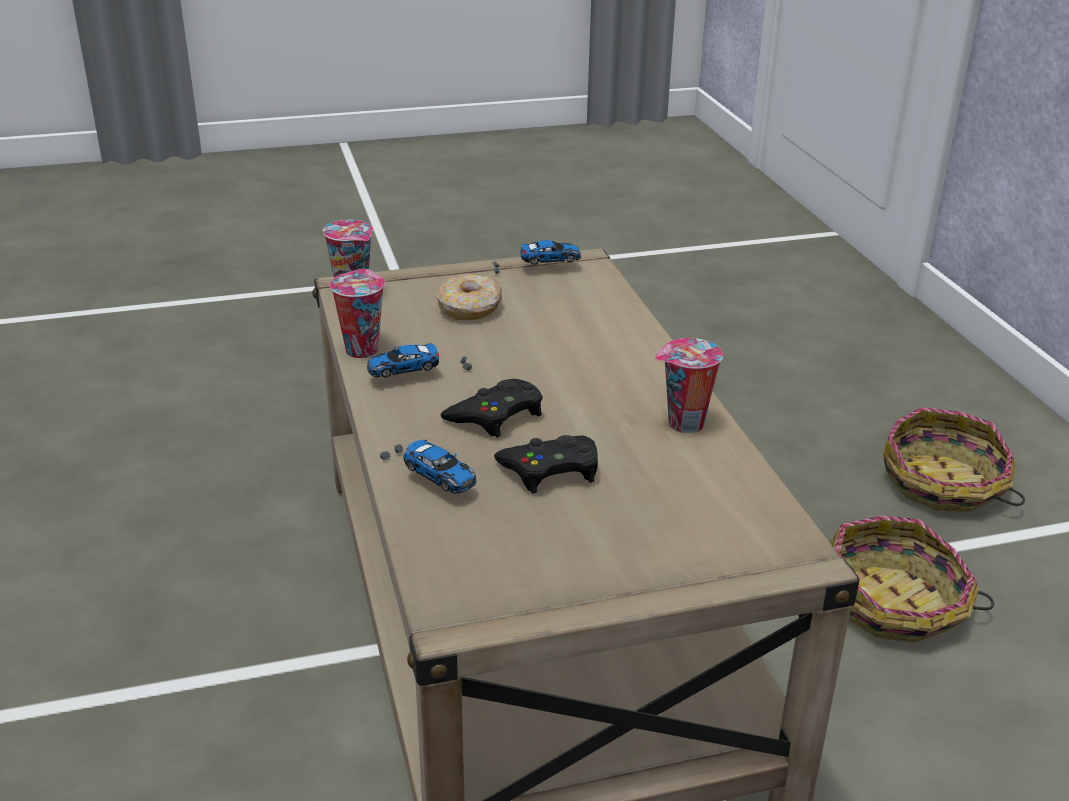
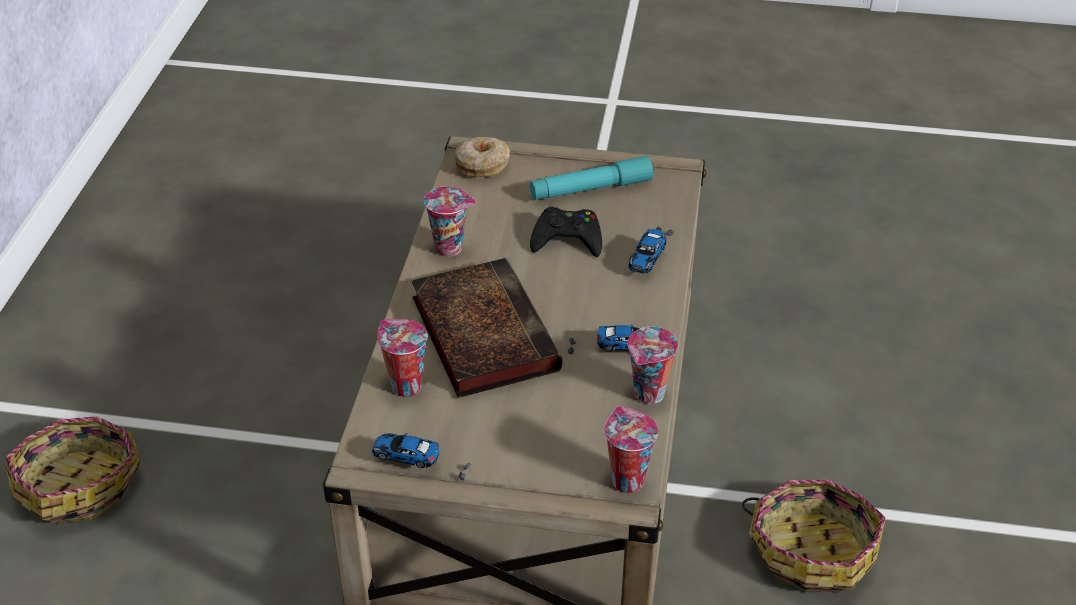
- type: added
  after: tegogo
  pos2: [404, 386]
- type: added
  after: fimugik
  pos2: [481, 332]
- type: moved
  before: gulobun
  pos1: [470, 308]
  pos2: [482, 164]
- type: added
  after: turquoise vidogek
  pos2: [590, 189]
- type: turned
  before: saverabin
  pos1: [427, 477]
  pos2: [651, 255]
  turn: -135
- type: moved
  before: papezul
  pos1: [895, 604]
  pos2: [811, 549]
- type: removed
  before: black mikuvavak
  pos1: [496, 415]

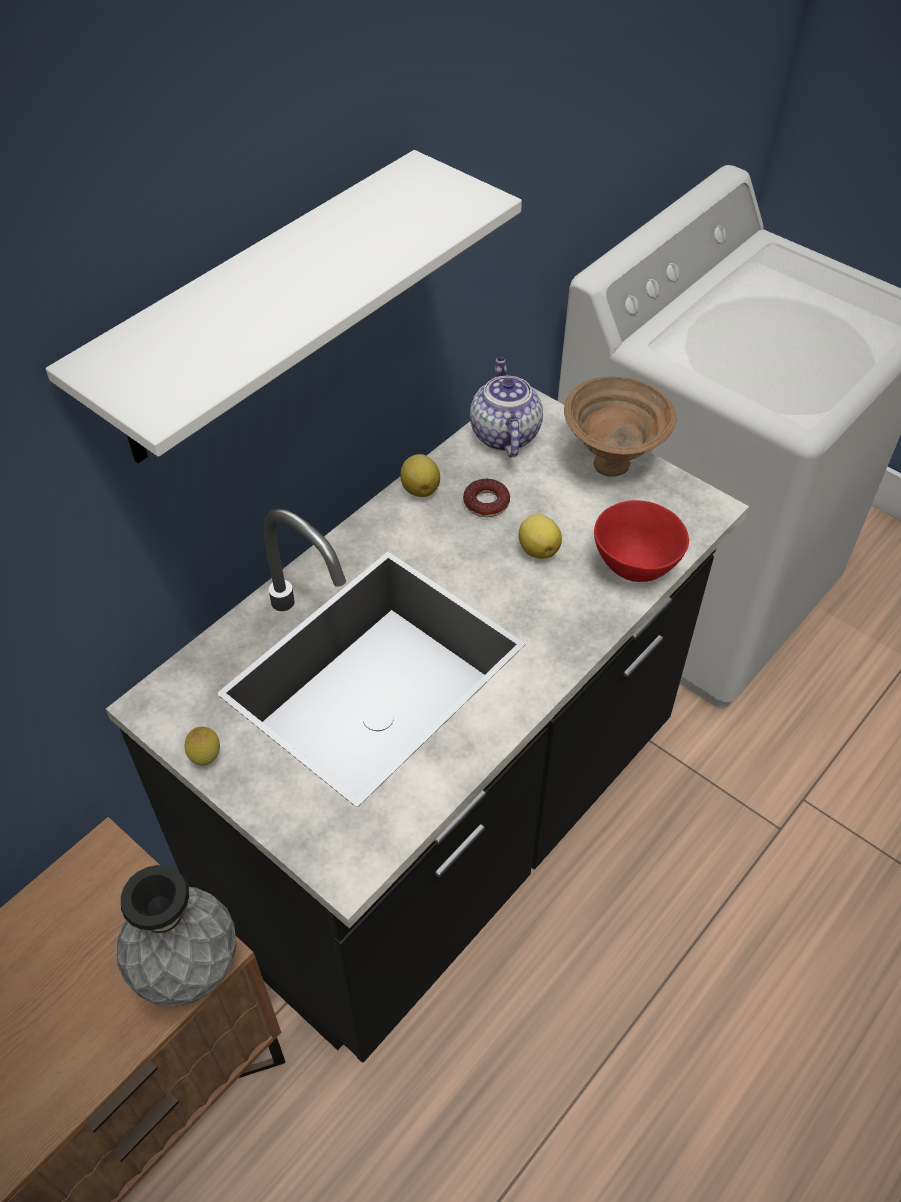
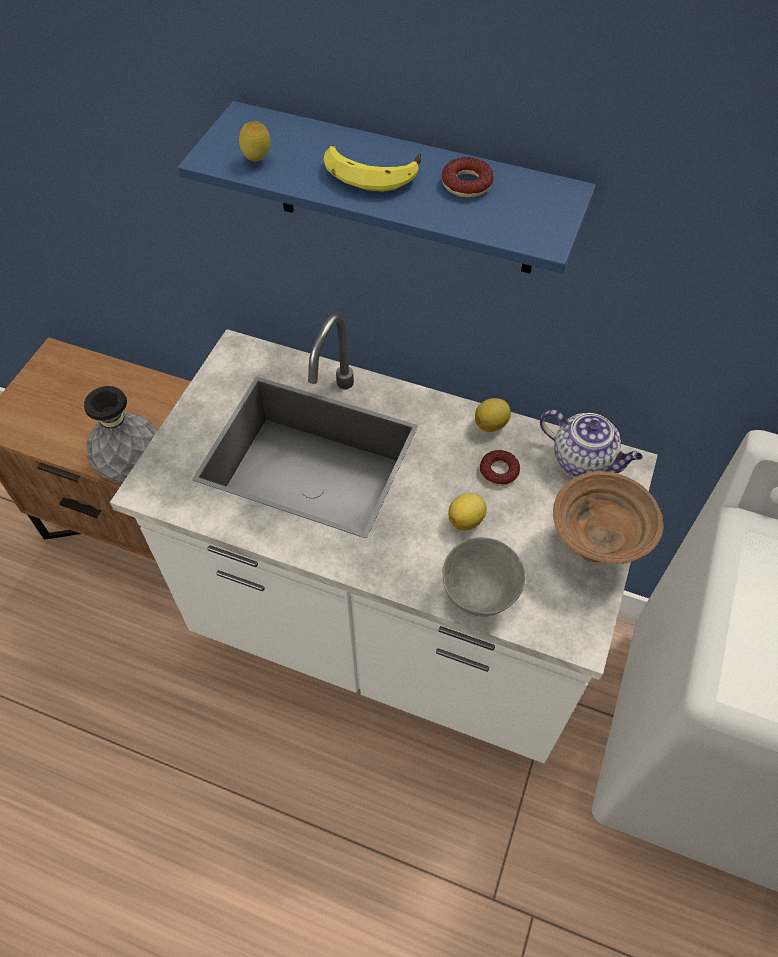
- type: recoloured
  before: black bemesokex
  after: white bemesokex
  pos1: [450, 830]
  pos2: [389, 635]
- type: recoloured
  before: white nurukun
  after: blue nurukun
  pos1: [258, 312]
  pos2: [405, 192]
- type: moved
  before: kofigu
  pos1: [206, 759]
  pos2: [257, 160]
- type: added
  after: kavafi
  pos2: [372, 172]
- type: added
  after: gulobun
  pos2: [466, 184]
- type: recoloured
  before: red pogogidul
  after: grey pogogidul
  pos1: [636, 568]
  pos2: [479, 596]
- type: turned
  before: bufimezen
  pos1: [504, 434]
  pos2: [584, 460]
  turn: 60

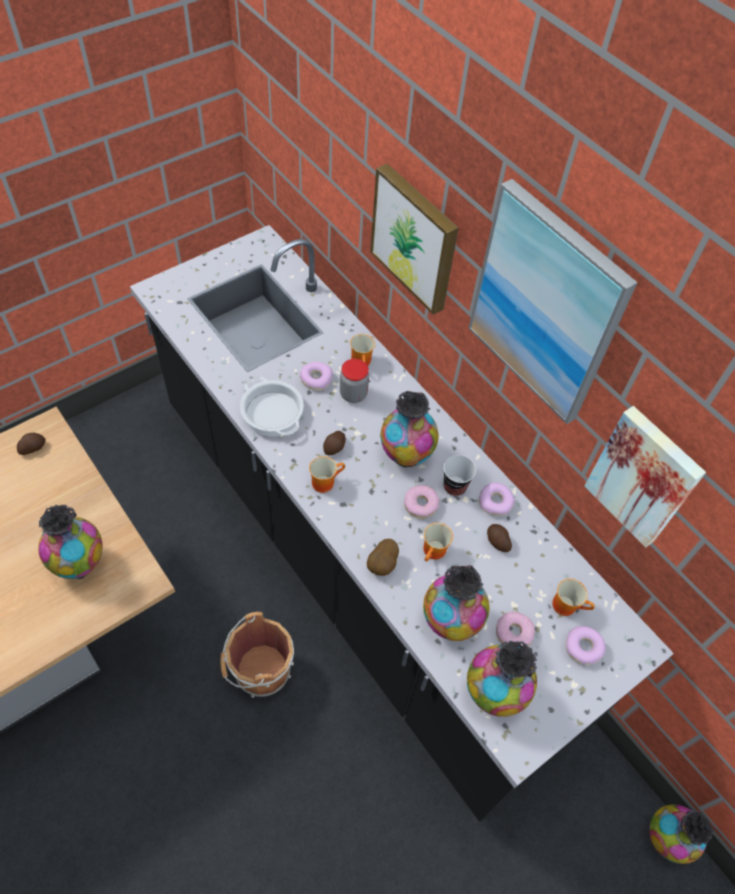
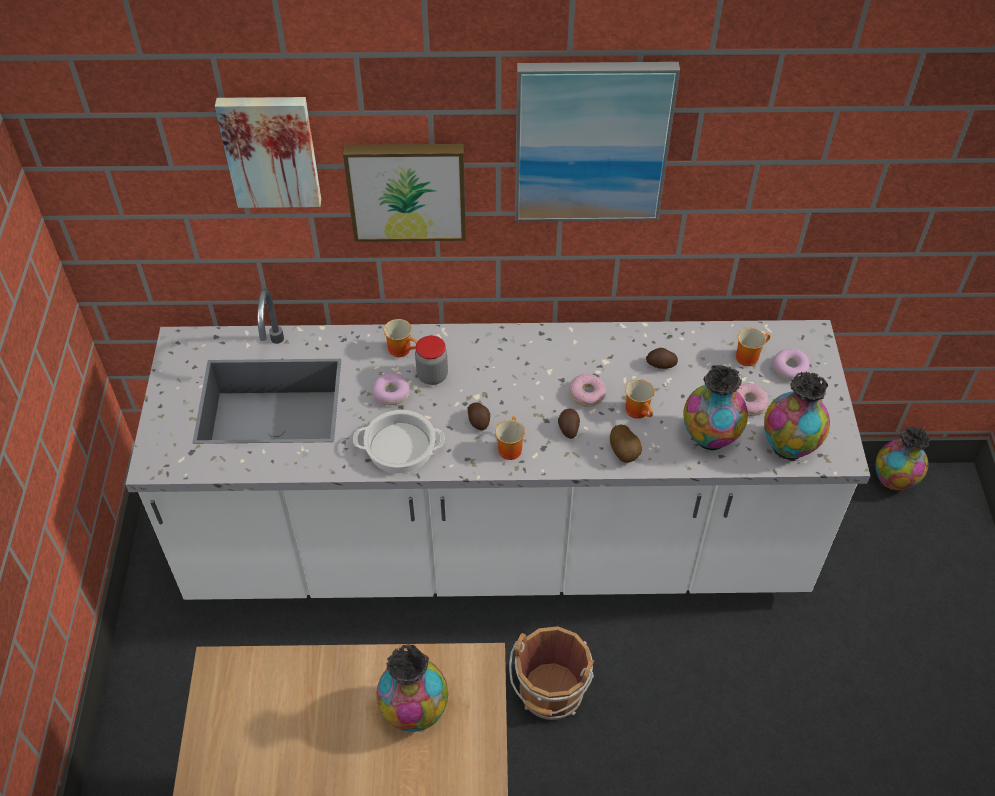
- type: recoloured
  before: black bemesokex
  after: white bemesokex
  pos1: [357, 559]
  pos2: [497, 544]
- type: moved
  before: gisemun
  pos1: [644, 476]
  pos2: [271, 150]
- type: moved
  before: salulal
  pos1: [32, 447]
  pos2: [568, 428]
- type: removed
  before: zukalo
  pos1: [405, 454]
- type: removed
  before: tegogo
  pos1: [454, 487]
- type: removed
  before: gulobun
  pos1: [495, 502]

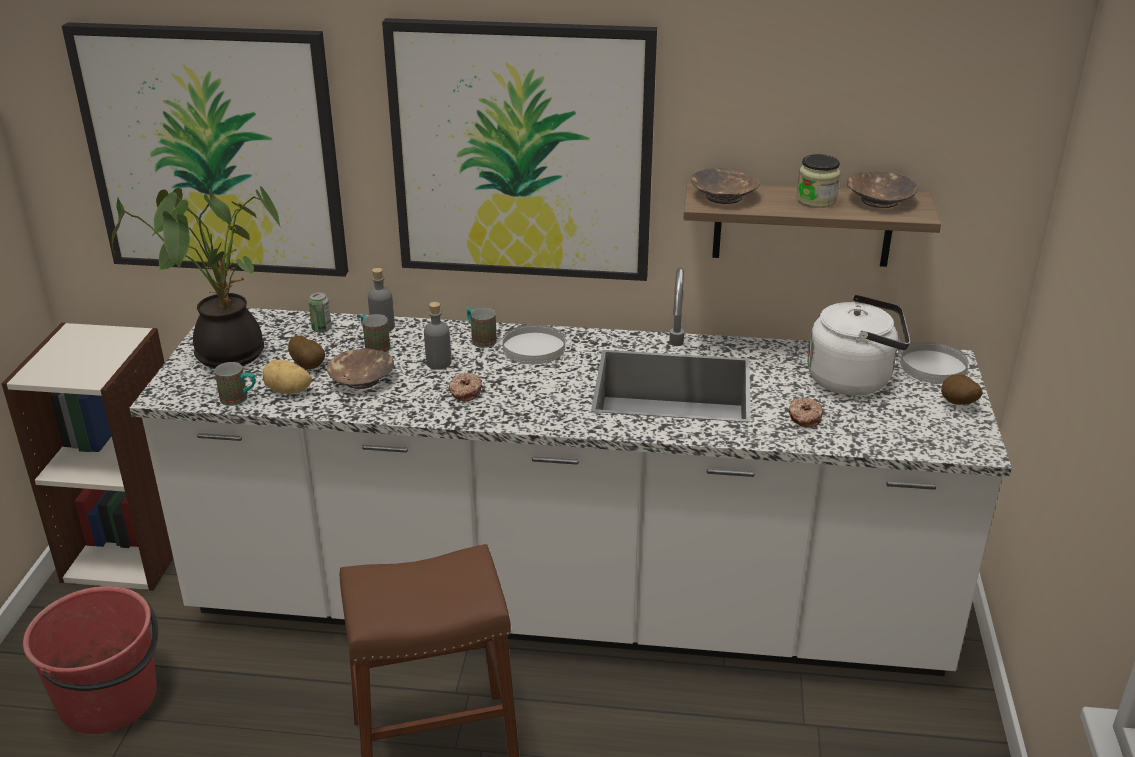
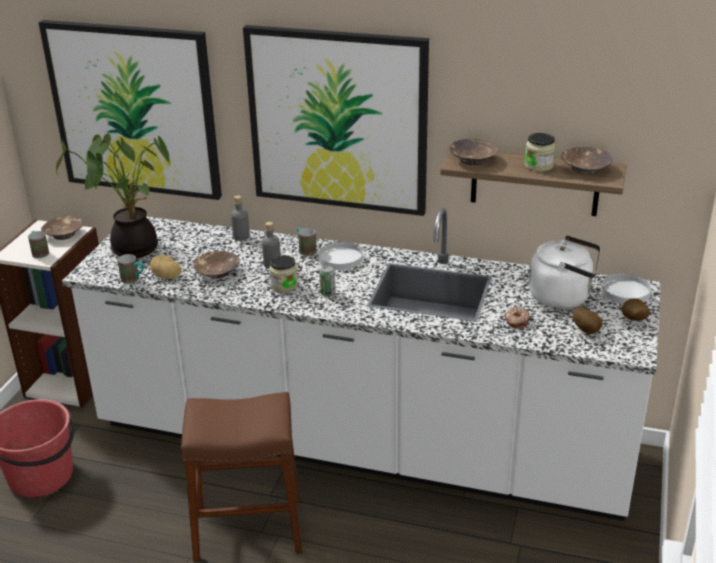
- type: moved
  before: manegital
  pos1: [374, 346]
  pos2: [39, 252]
- type: added
  after: brown pogogidul
  pos2: [64, 234]
- type: replaced
  before: gulobun
  after: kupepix
  pos1: [465, 392]
  pos2: [284, 286]
- type: moved
  before: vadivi
  pos1: [321, 329]
  pos2: [328, 293]
- type: moved
  before: salulal
  pos1: [309, 365]
  pos2: [586, 330]

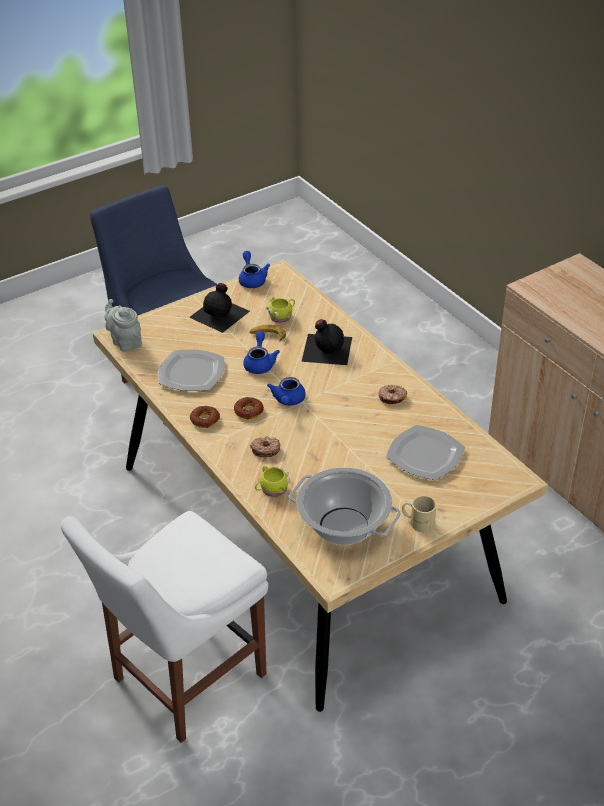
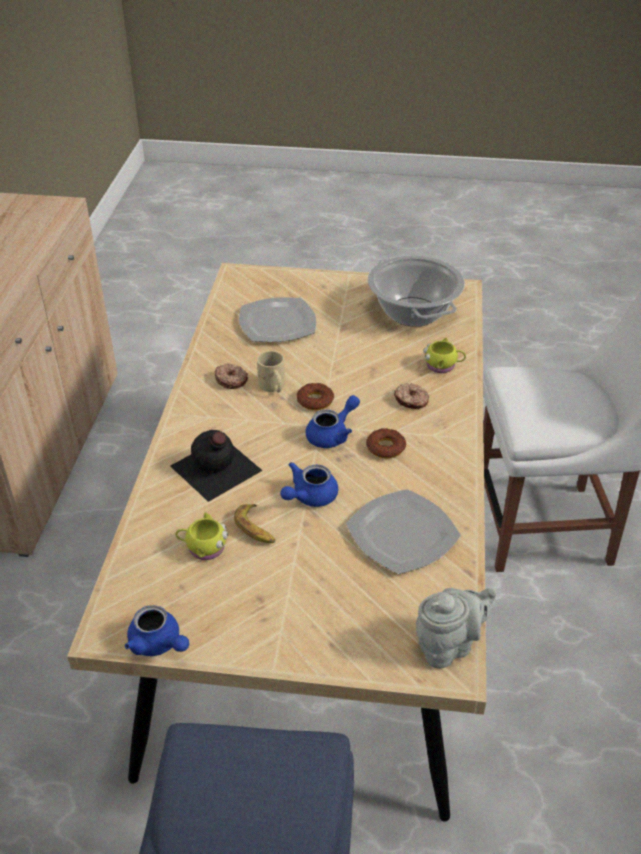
- type: turned
  before: blue bufimezen
  pos1: [252, 279]
  pos2: [158, 644]
  turn: -75
- type: moved
  before: beige manegital
  pos1: [418, 521]
  pos2: [272, 387]
- type: moved
  before: gulobun
  pos1: [205, 420]
  pos2: [315, 400]
- type: turned
  before: grey bufimezen
  pos1: [125, 341]
  pos2: [448, 645]
  turn: -120
- type: removed
  before: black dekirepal
  pos1: [220, 314]

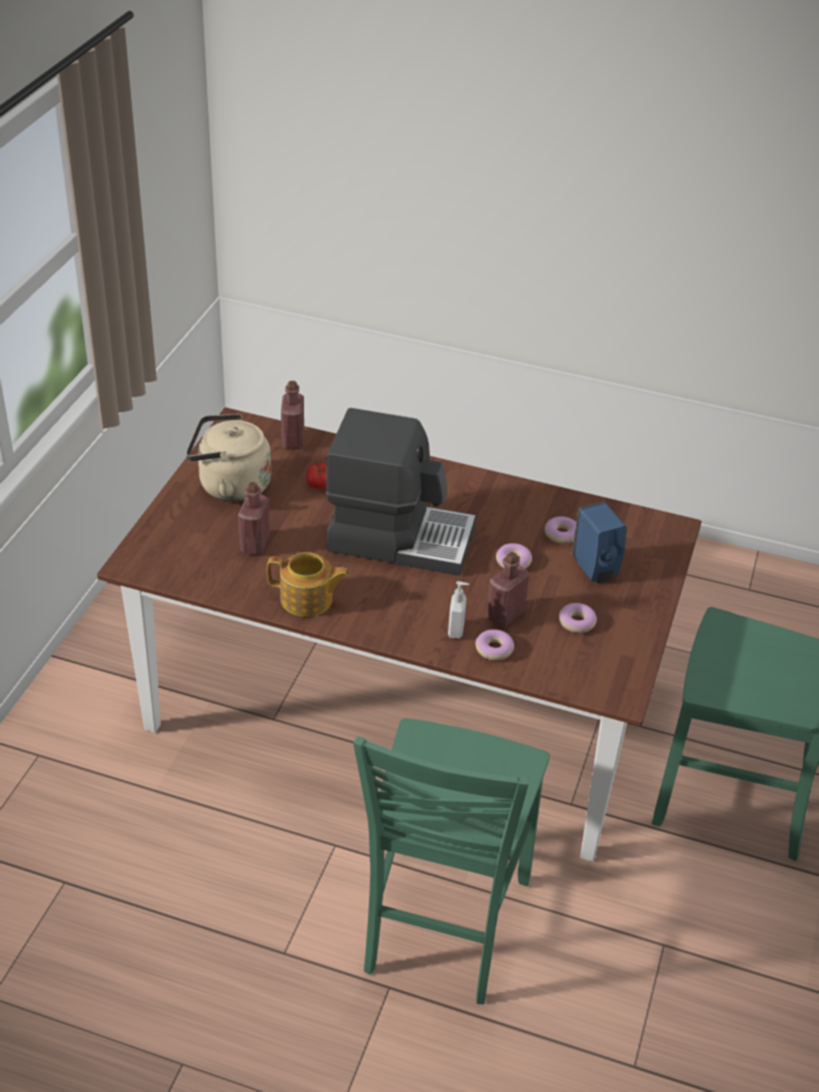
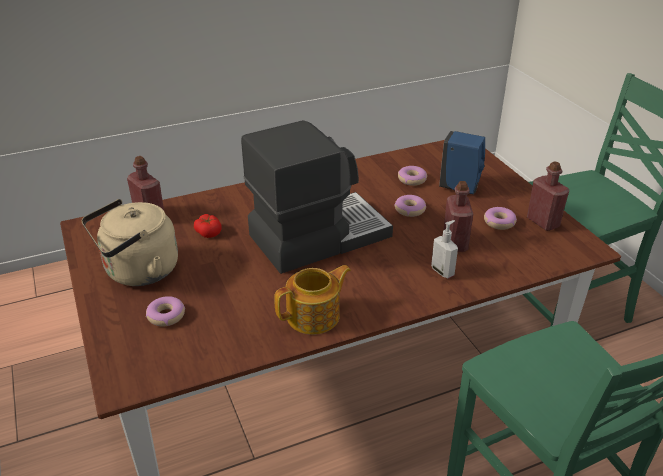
- type: moved
  before: gulobun
  pos1: [494, 649]
  pos2: [166, 316]
- type: moved
  before: red dekirepal
  pos1: [255, 544]
  pos2: [543, 222]

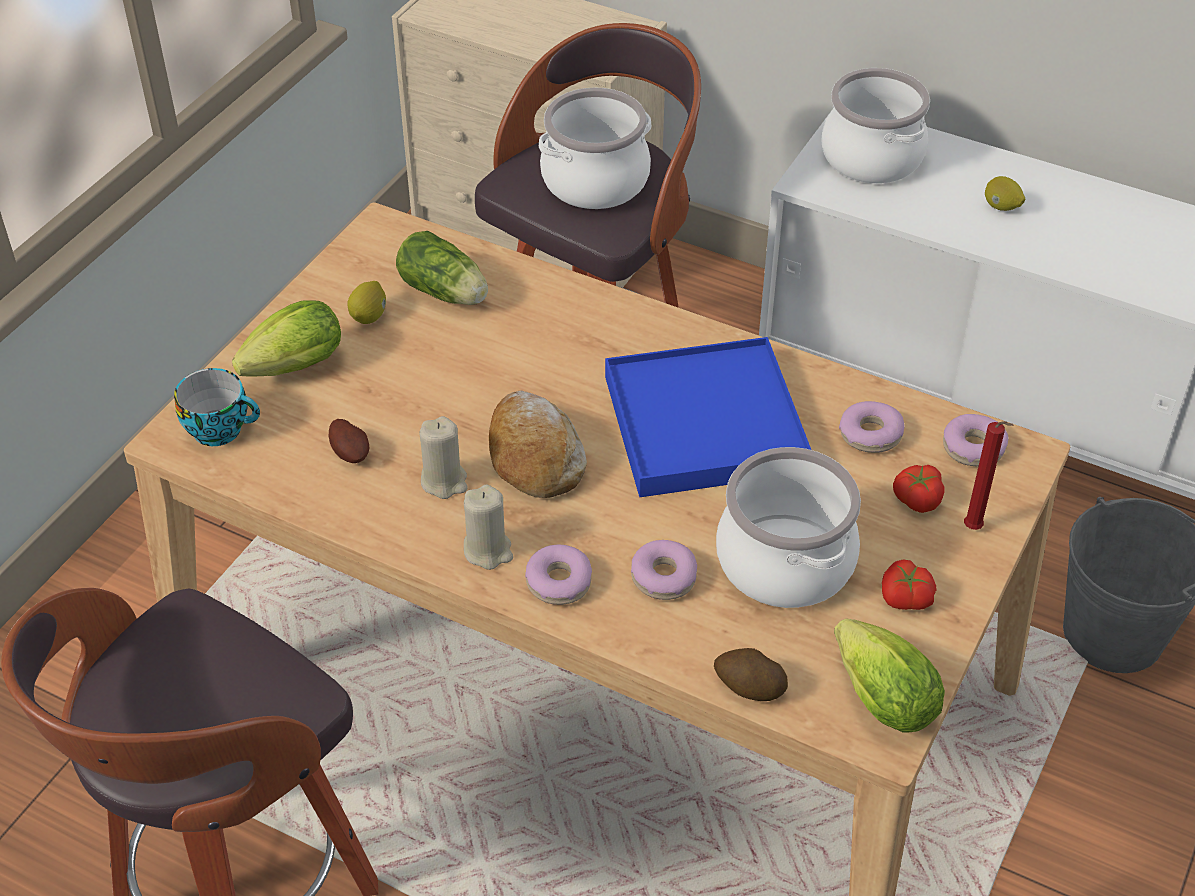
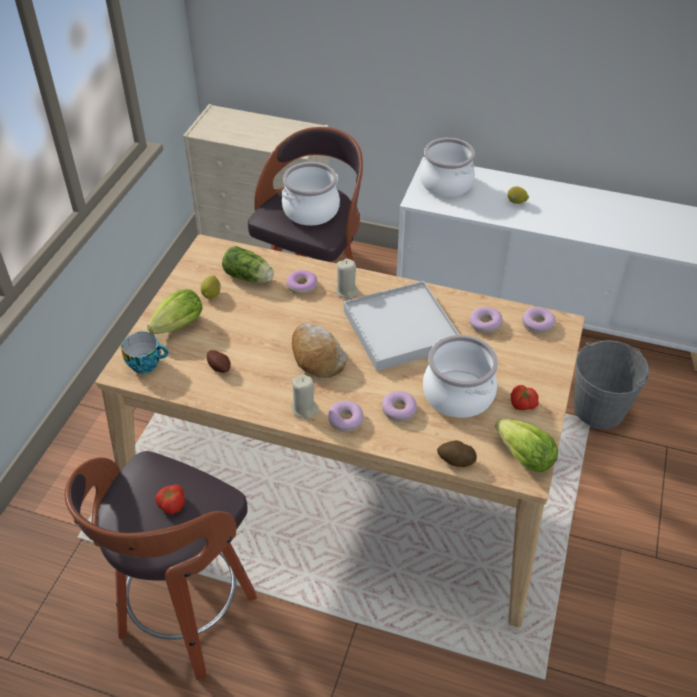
- type: moved
  before: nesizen
  pos1: [916, 499]
  pos2: [171, 504]
- type: added
  after: gulobun
  pos2: [302, 286]
- type: moved
  before: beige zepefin
  pos1: [444, 481]
  pos2: [347, 291]
- type: recoloured
  before: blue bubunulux
  after: white bubunulux
  pos1: [705, 423]
  pos2: [400, 328]
- type: removed
  before: red zepefin
  pos1: [975, 530]

